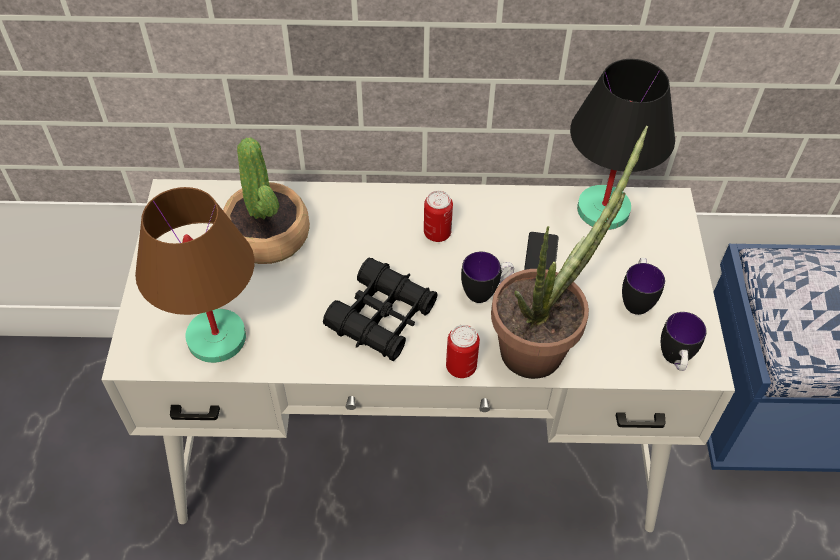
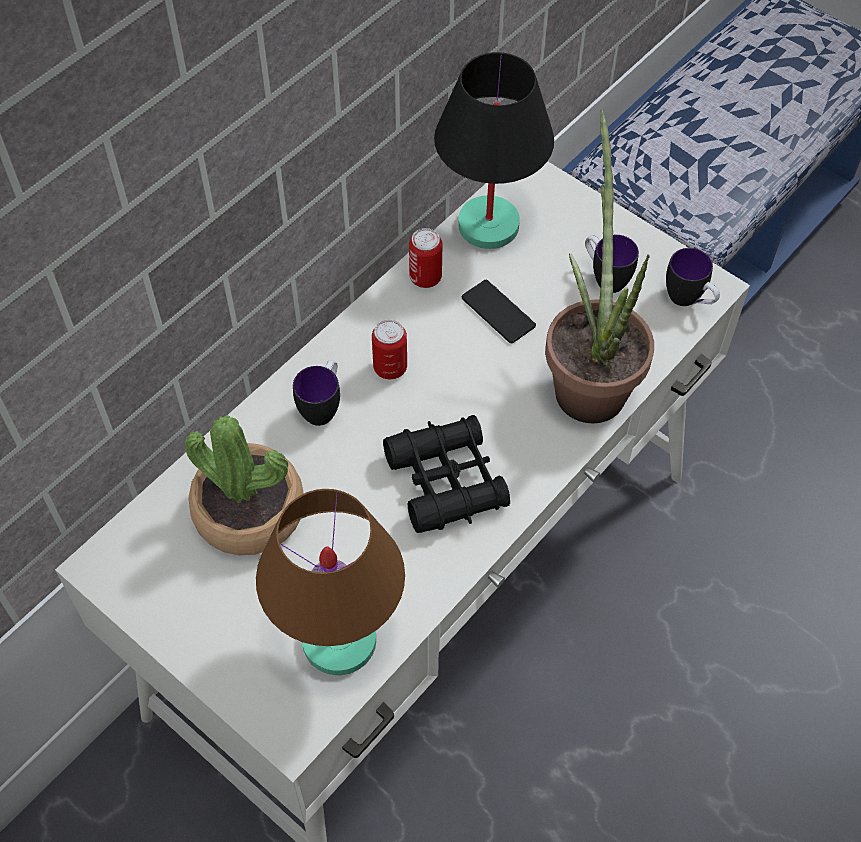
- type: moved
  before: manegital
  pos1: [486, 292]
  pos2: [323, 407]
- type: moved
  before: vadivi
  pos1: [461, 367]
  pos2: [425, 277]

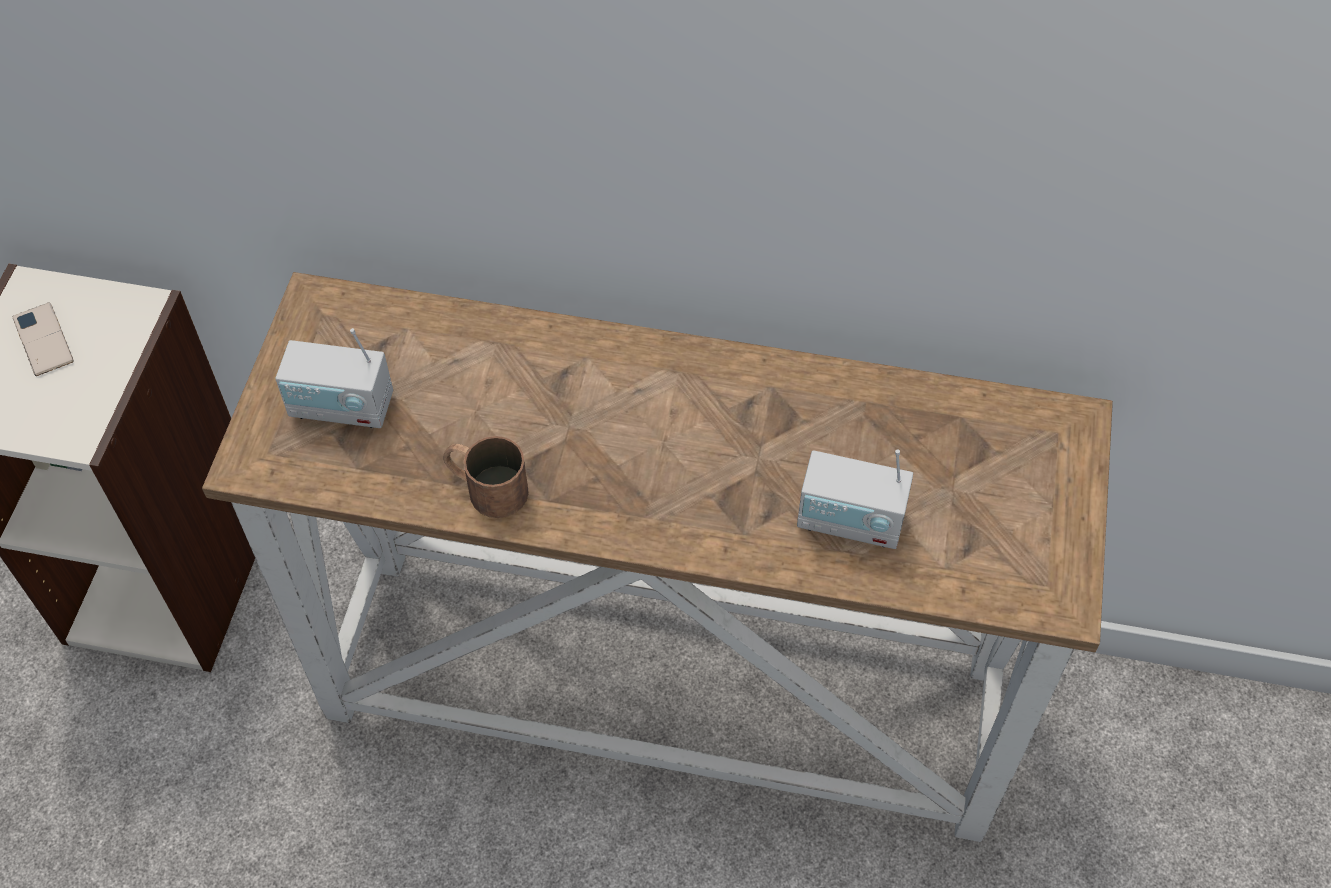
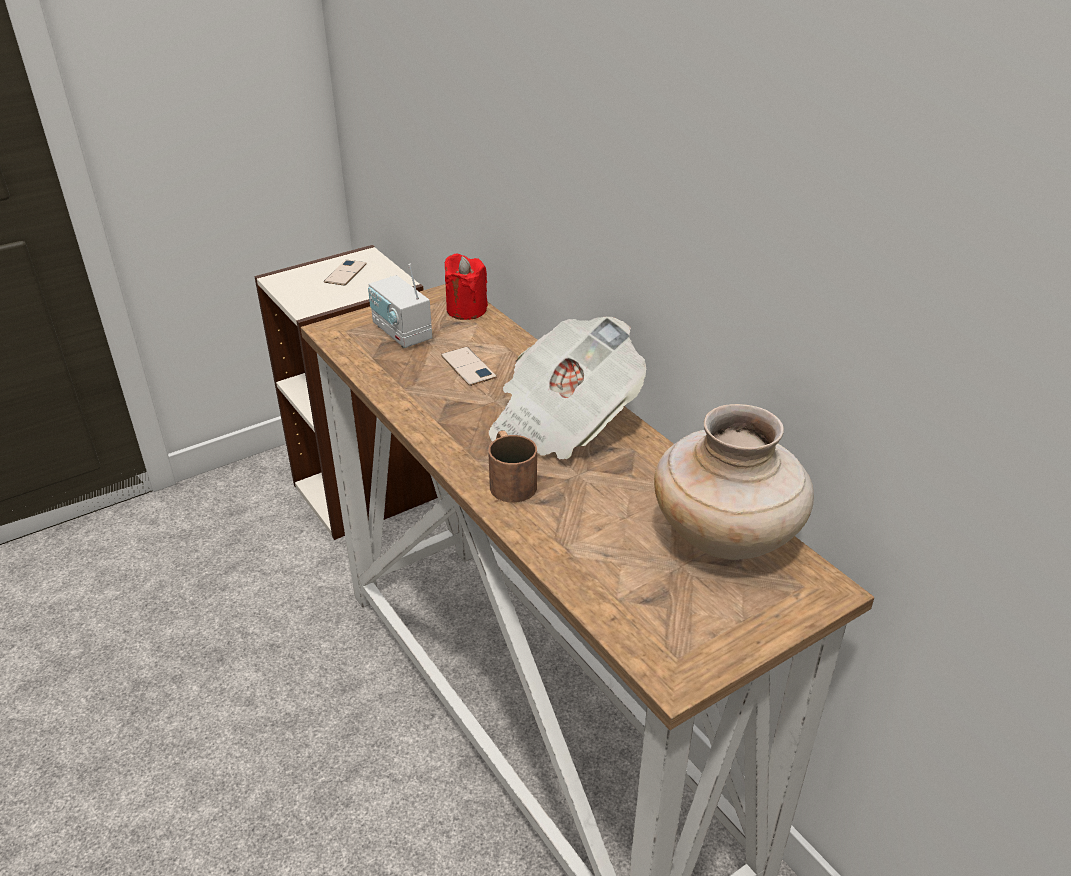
- type: added
  after: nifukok
  pos2: [468, 367]
- type: added
  after: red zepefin
  pos2: [466, 310]
- type: added
  after: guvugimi
  pos2: [562, 421]
- type: moved
  before: brown manegital
  pos1: [485, 487]
  pos2: [509, 479]
- type: added
  after: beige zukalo
  pos2: [726, 537]
- type: removed
  before: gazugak
  pos1: [850, 521]

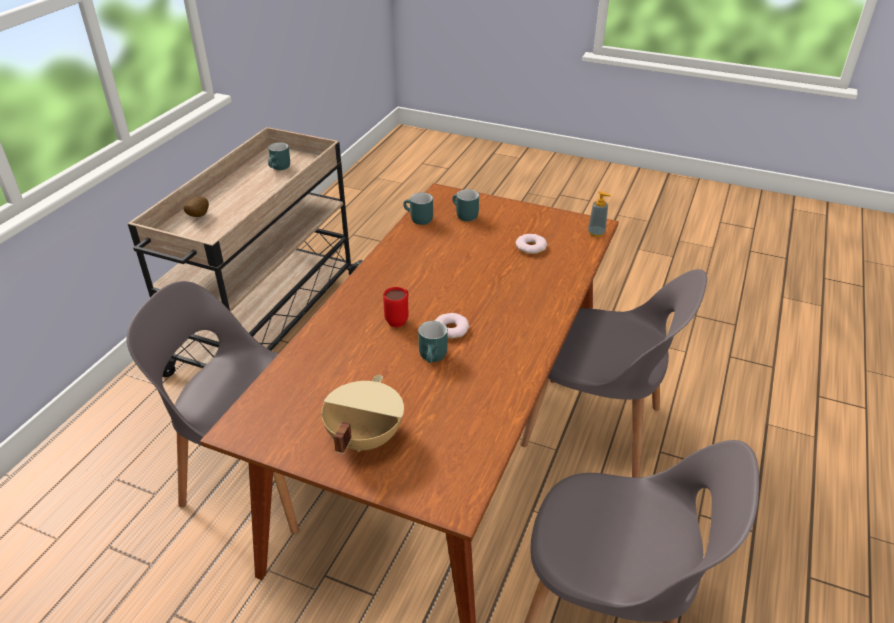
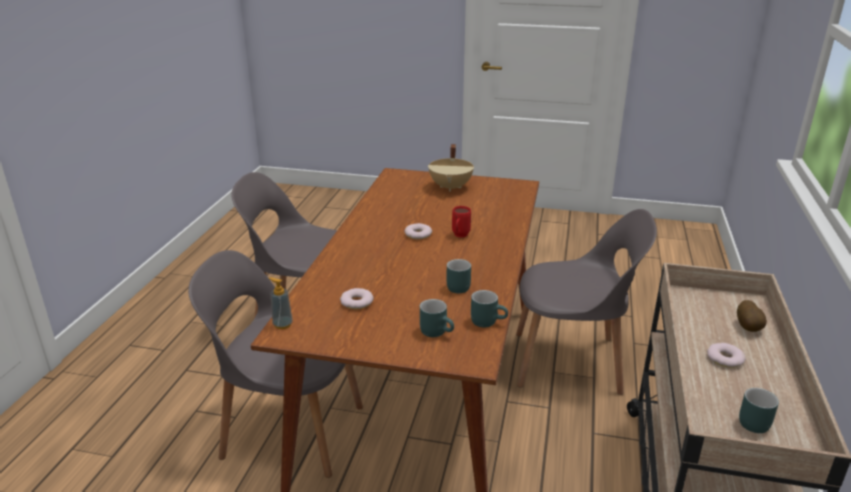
- type: moved
  before: turquoise manegital
  pos1: [434, 357]
  pos2: [456, 286]
- type: added
  after: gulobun
  pos2: [724, 358]

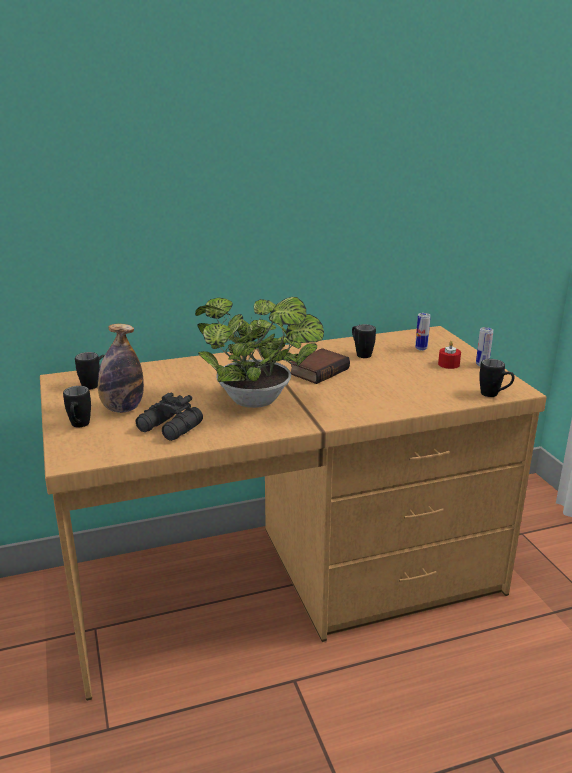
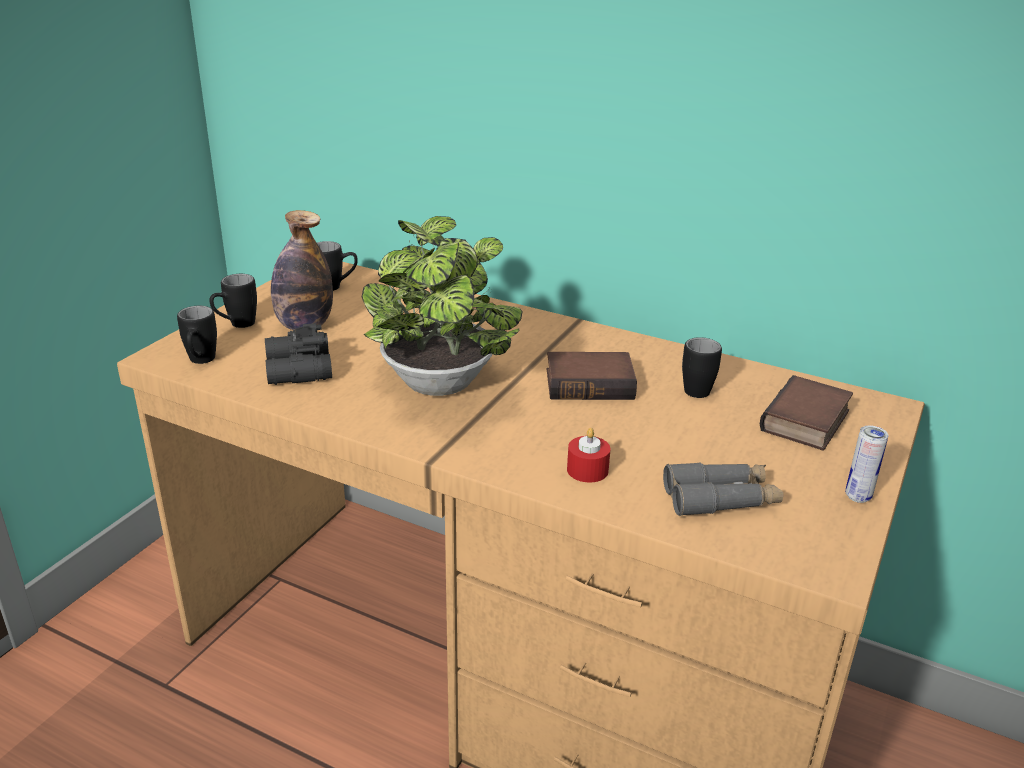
- type: moved
  before: black manegital
  pos1: [494, 395]
  pos2: [200, 362]
- type: moved
  before: red zepefin
  pos1: [448, 364]
  pos2: [587, 470]
- type: added
  after: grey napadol
  pos2: [720, 499]
- type: replaced
  before: vadivi
  after: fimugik
  pos1: [421, 348]
  pos2: [807, 422]

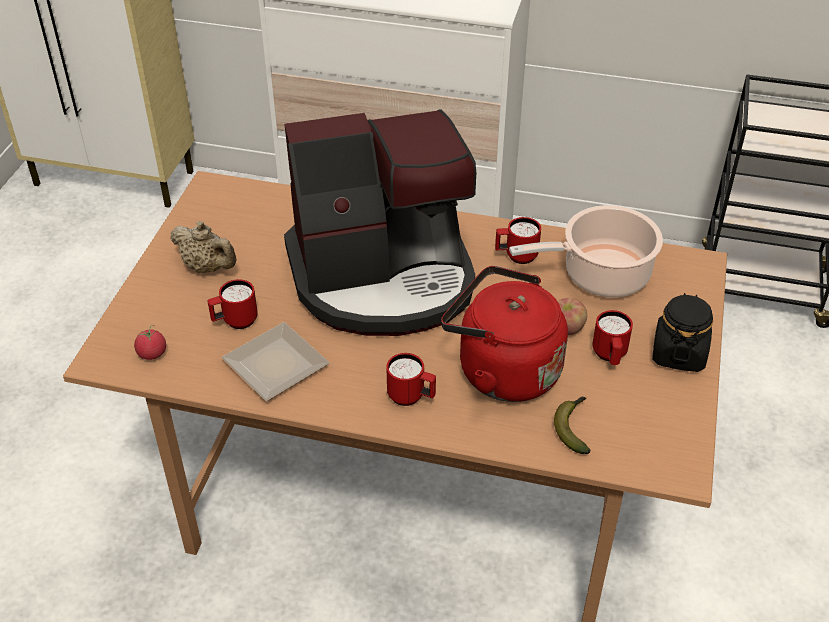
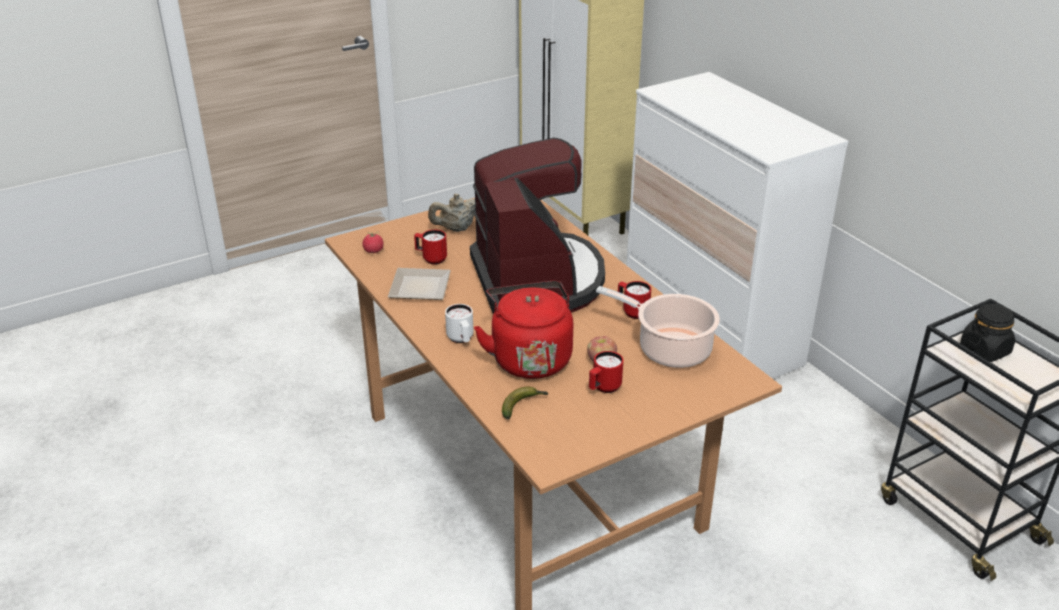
- type: turned
  before: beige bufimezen
  pos1: [208, 267]
  pos2: [456, 229]
  turn: 75
- type: recoloured
  before: red manegital
  after: white manegital
  pos1: [411, 397]
  pos2: [461, 340]
- type: turned
  before: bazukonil
  pos1: [384, 278]
  pos2: [537, 281]
  turn: -135
- type: moved
  before: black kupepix
  pos1: [678, 353]
  pos2: [984, 350]

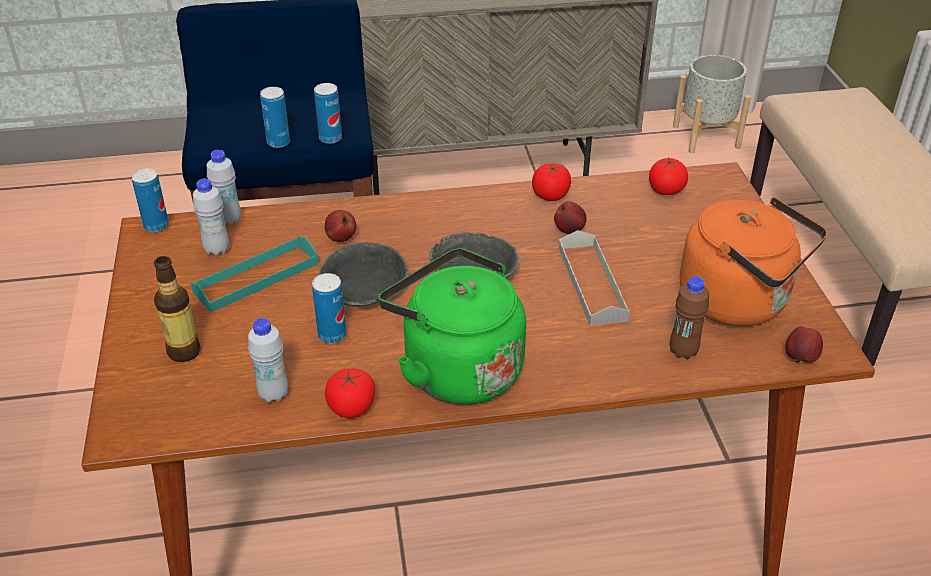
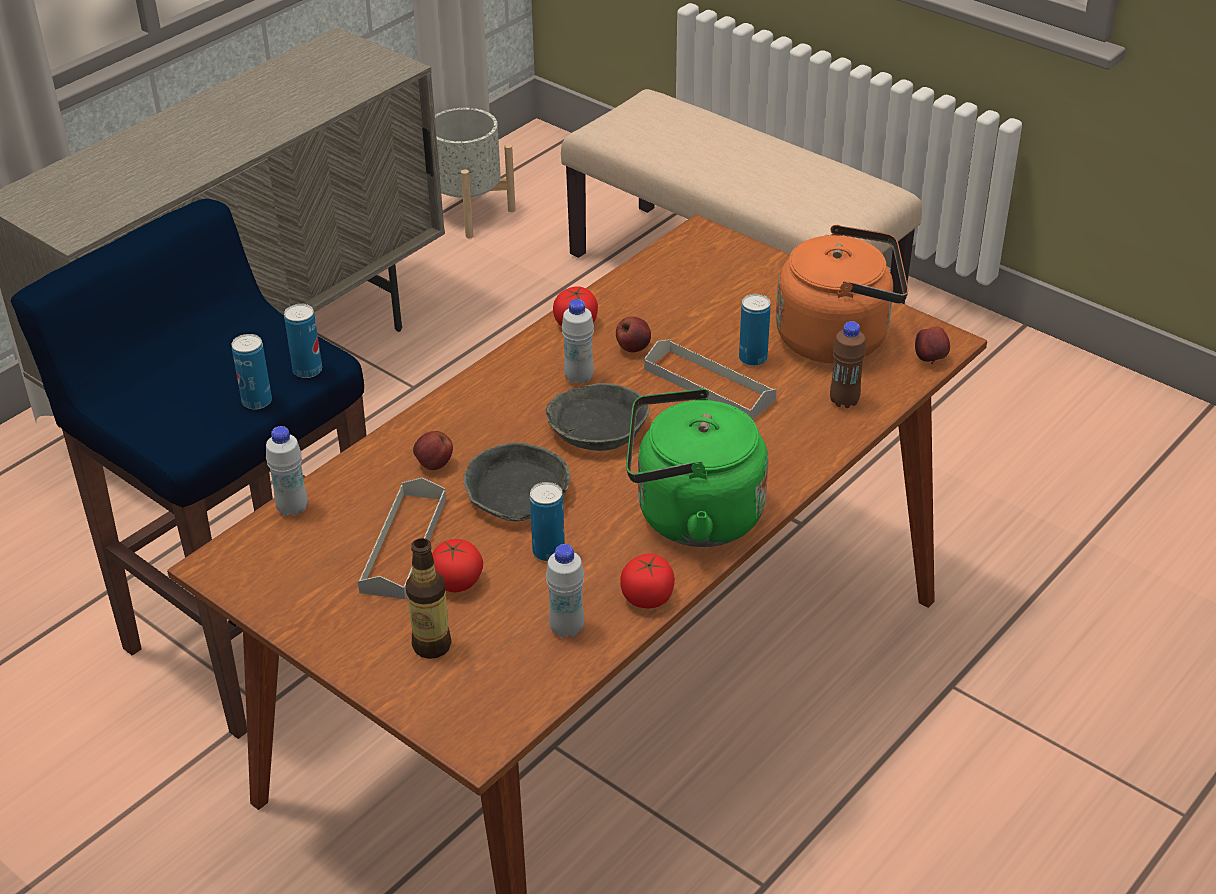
- type: recoloured
  before: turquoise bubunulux
  after: grey bubunulux
  pos1: [256, 277]
  pos2: [404, 544]
- type: moved
  before: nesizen
  pos1: [666, 190]
  pos2: [457, 582]
- type: moved
  before: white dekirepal
  pos1: [217, 250]
  pos2: [579, 378]
- type: moved
  before: vadivi
  pos1: [156, 226]
  pos2: [753, 359]

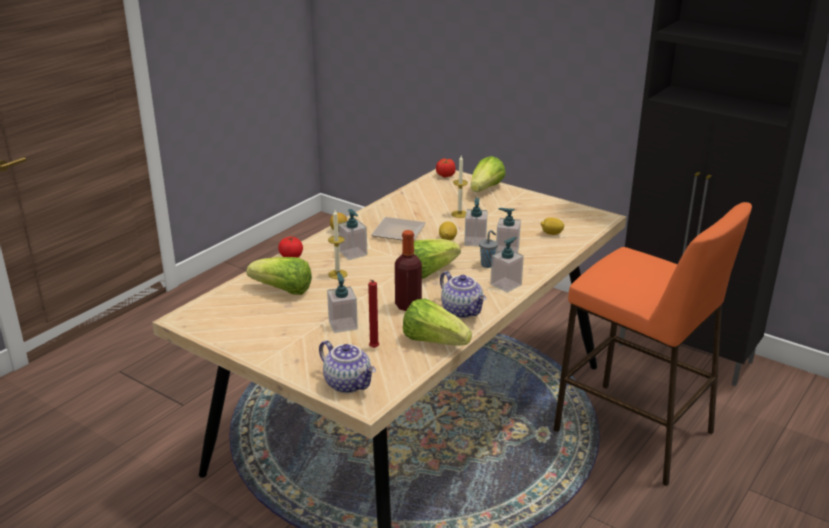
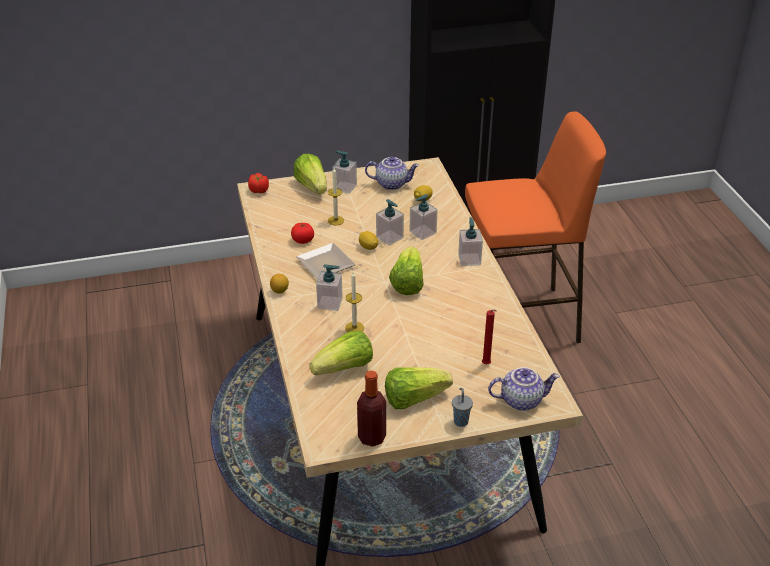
- type: moved
  before: nesizen
  pos1: [291, 256]
  pos2: [303, 240]
- type: moved
  before: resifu
  pos1: [343, 325]
  pos2: [344, 187]
- type: moved
  before: dekirepal
  pos1: [408, 305]
  pos2: [372, 437]
- type: moved
  before: bufimezen
  pos1: [463, 311]
  pos2: [392, 184]
- type: moved
  before: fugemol
  pos1: [434, 341]
  pos2: [414, 398]
- type: moved
  before: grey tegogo
  pos1: [487, 264]
  pos2: [460, 421]

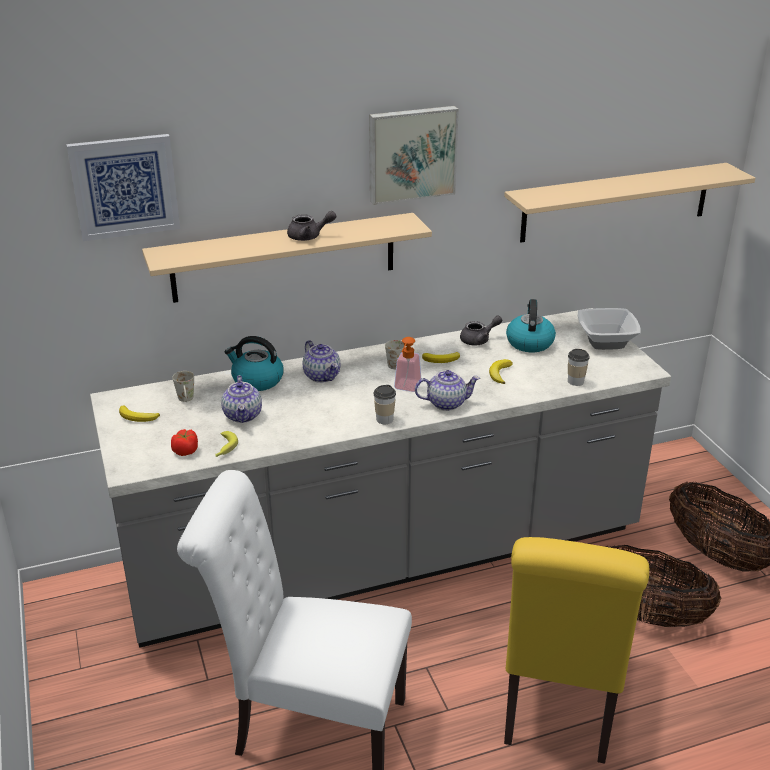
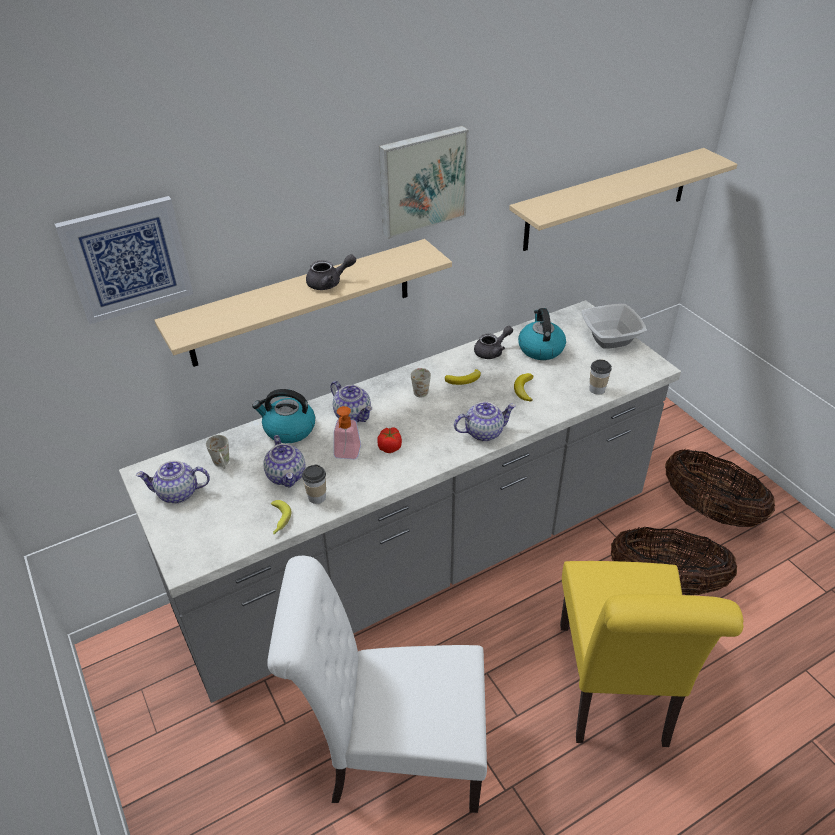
- type: replaced
  before: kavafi
  after: bufimezen
  pos1: [137, 417]
  pos2: [177, 493]
- type: moved
  before: tegogo
  pos1: [384, 419]
  pos2: [317, 497]
- type: moved
  before: resifu
  pos1: [406, 388]
  pos2: [346, 455]
- type: moved
  before: nesizen
  pos1: [186, 451]
  pos2: [390, 447]

